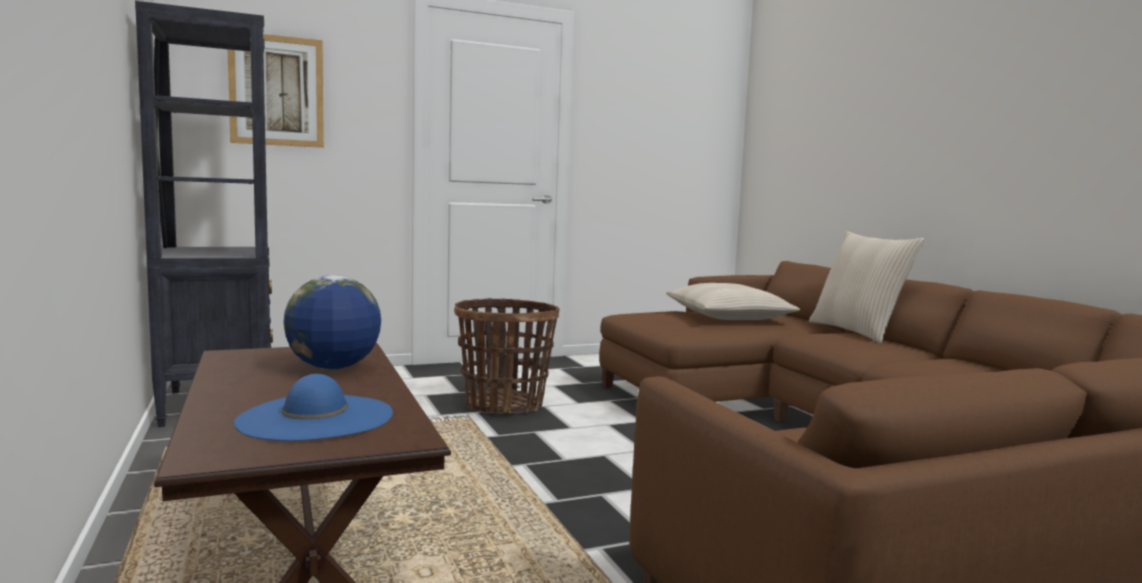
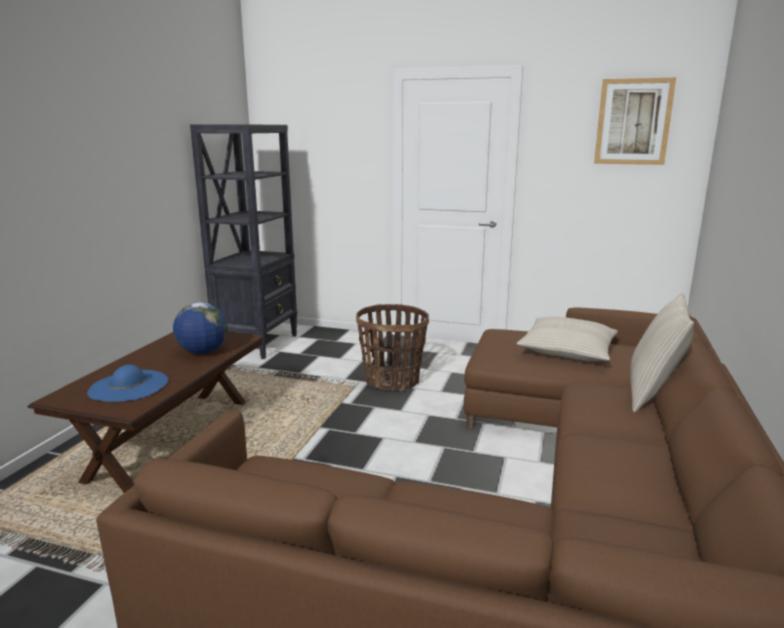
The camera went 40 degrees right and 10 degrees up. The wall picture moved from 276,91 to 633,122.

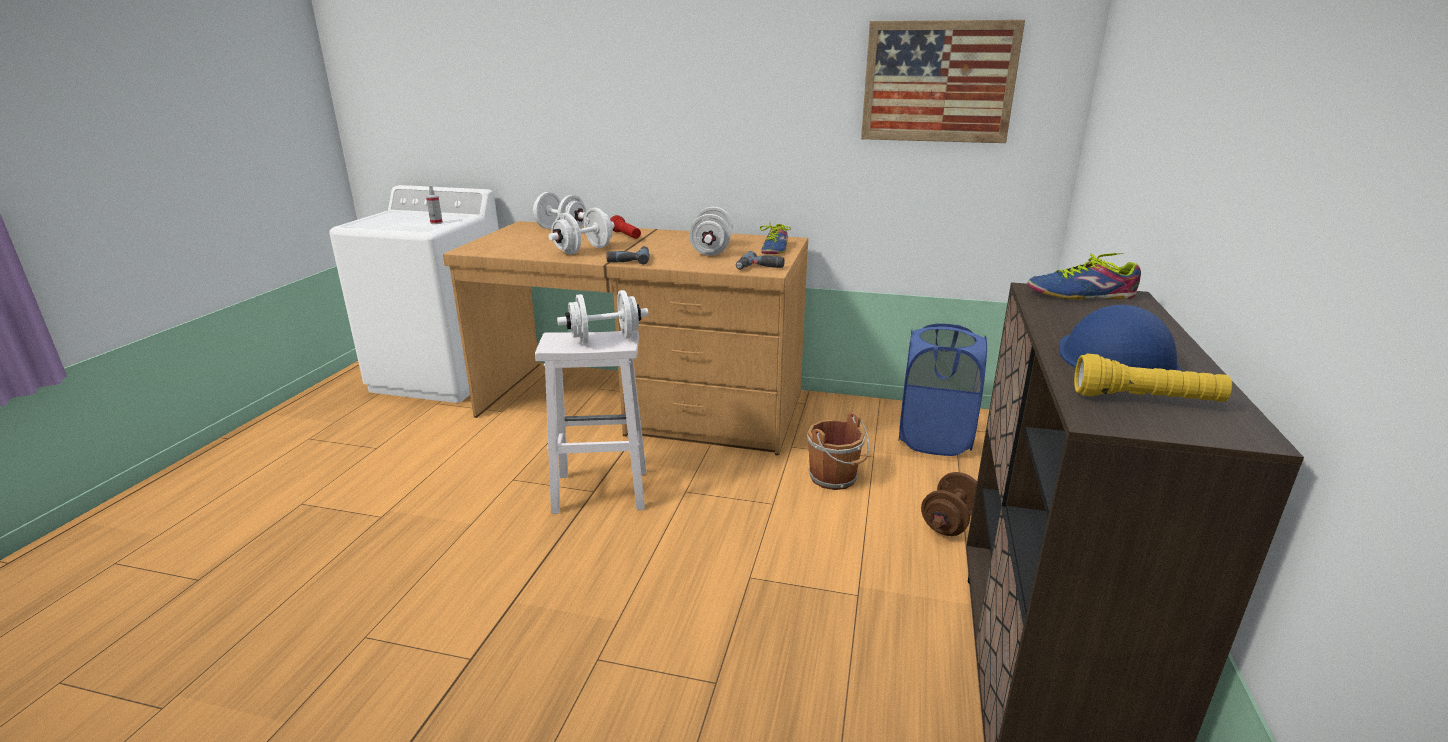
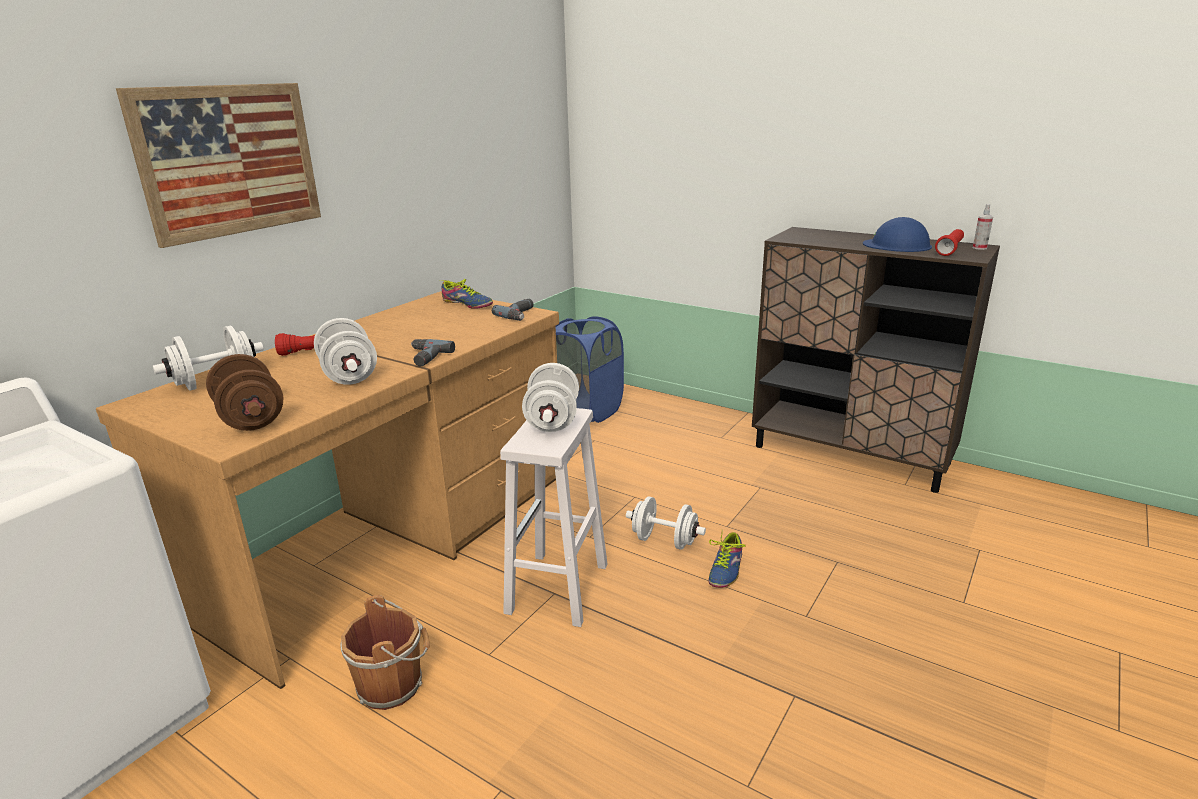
The camera went 70 degrees left and 0 degrees up. The sprayer moved from 436,222 to 979,248. The free weight in white-coloured moved from 711,250 to 664,541. The pail in brownish moved from 835,478 to 393,684. The wall picture moved from 938,82 to 229,160. The free weight in brownish moved from 949,523 to 251,419. The item of footwear moved from 1081,295 to 726,569. The hand torch in yellow-coloured at 1146,400 became the hand torch in red-coloured at 950,250.

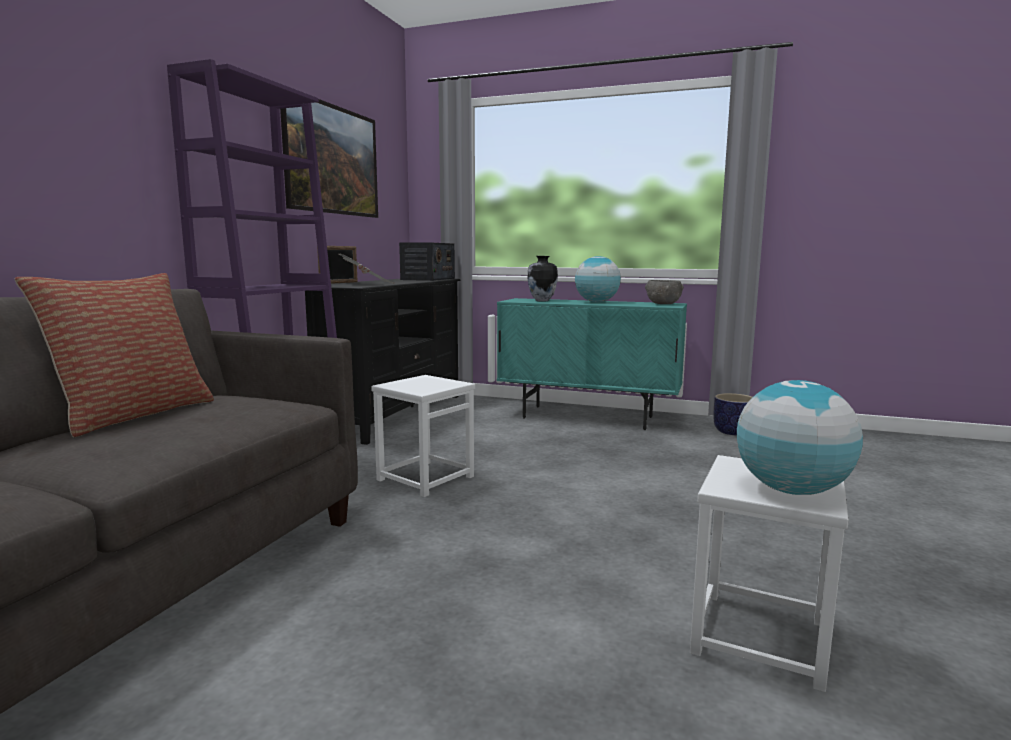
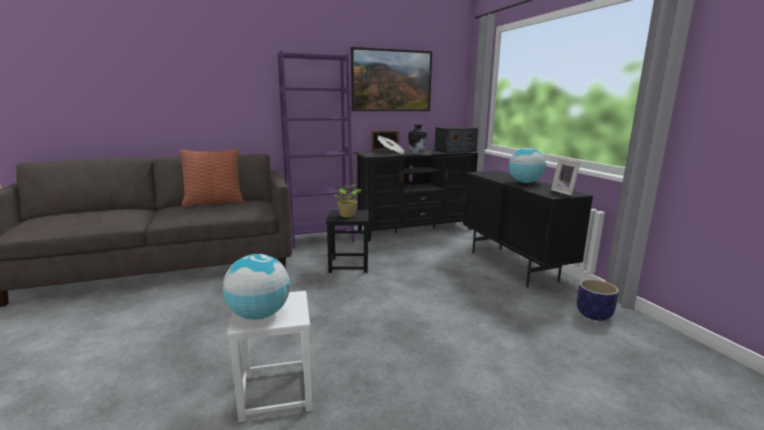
The camera went 50 degrees right and 5 degrees up. The sitting stool in white-coloured at 425,478 became the sitting stool in black at 349,265. The cupboard in blue-green at 588,417 became the cupboard in black at 512,266. The vase moved from 541,301 to 416,153. The bowl in grey at 663,303 was replaced by the standing frame at 565,192. The potted plant at 347,216 appeared.

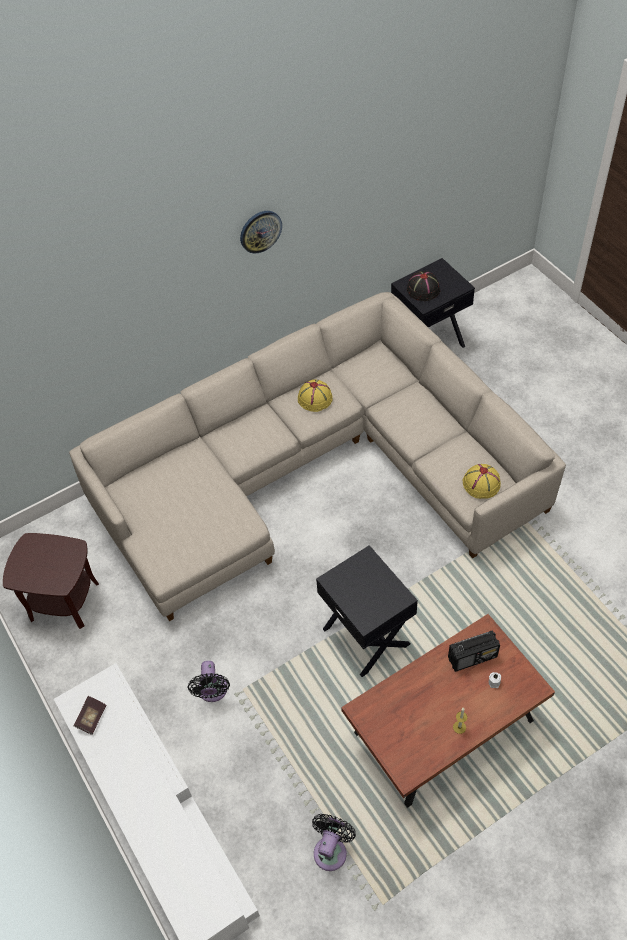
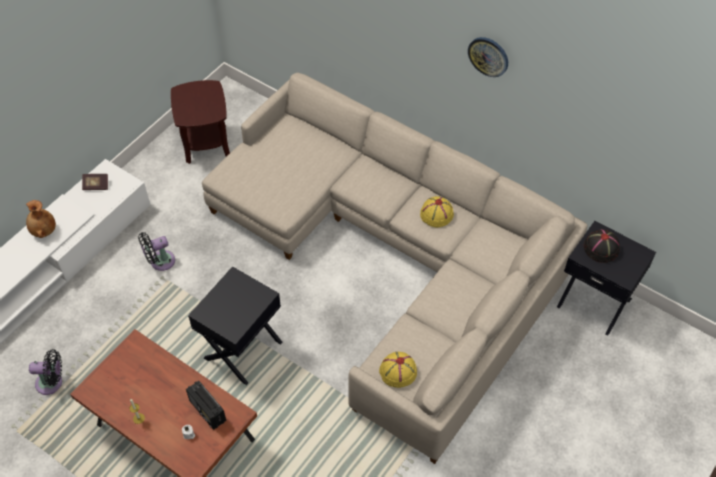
The camera went 65 degrees right and 0 degrees up. The vase in brownish at 43,231 appeared.

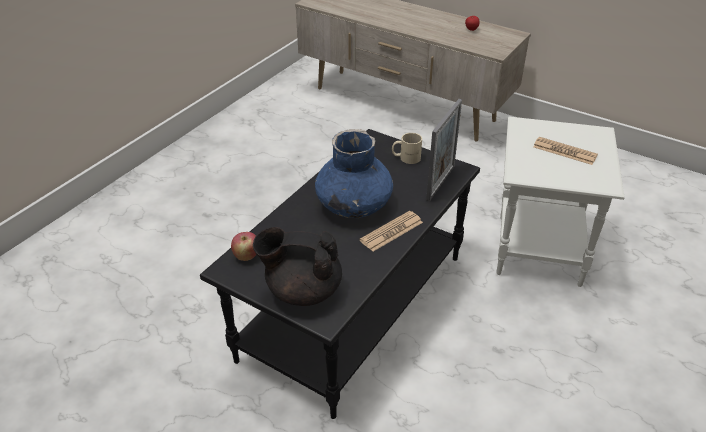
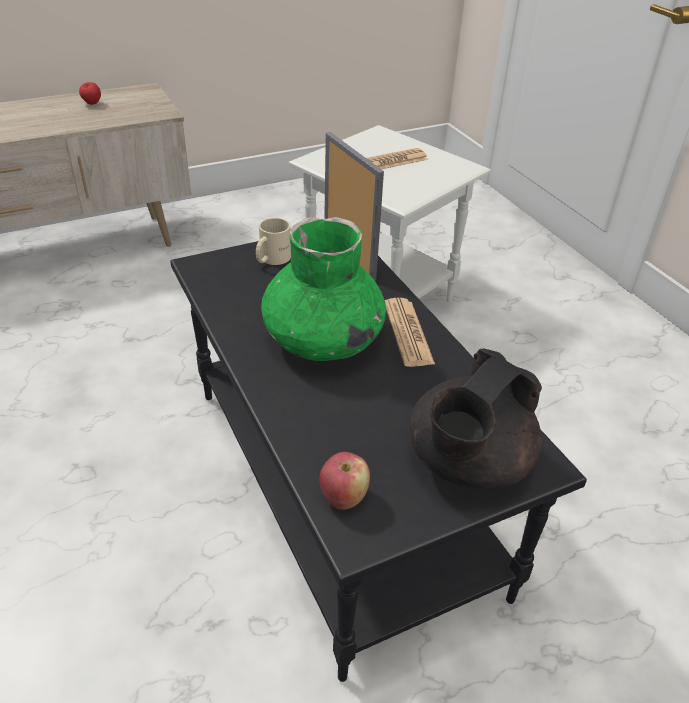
The camera went 60 degrees left and 0 degrees up. The vase in bluish at 353,204 became the vase in green-coloured at 322,340.

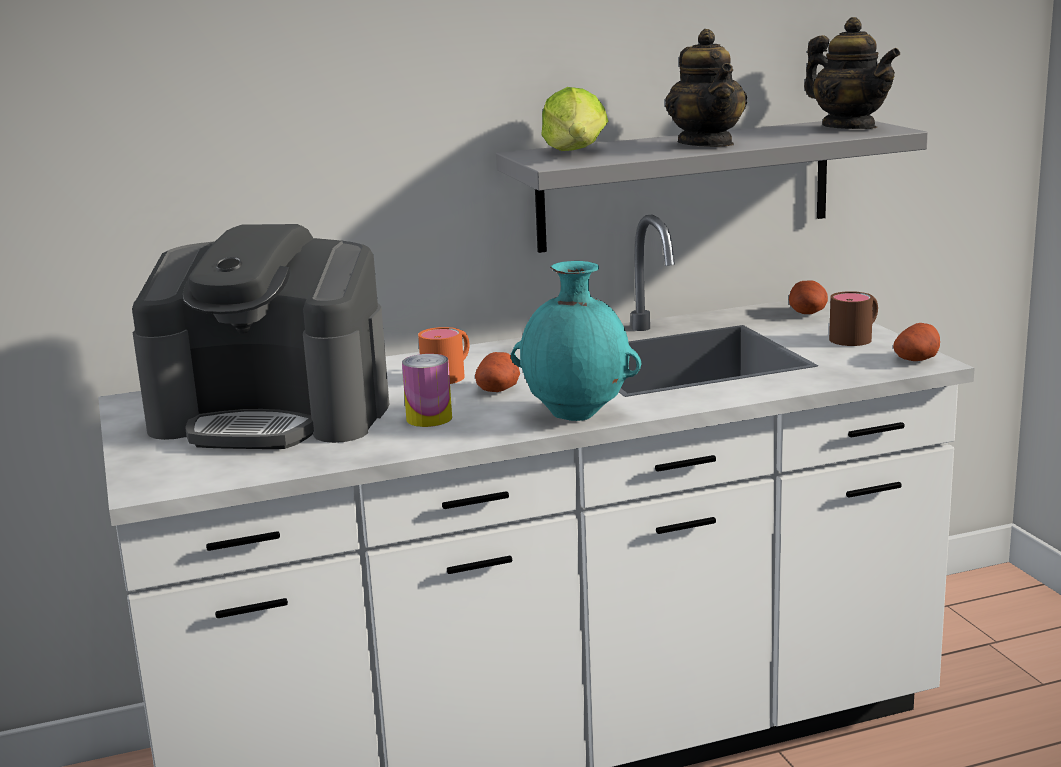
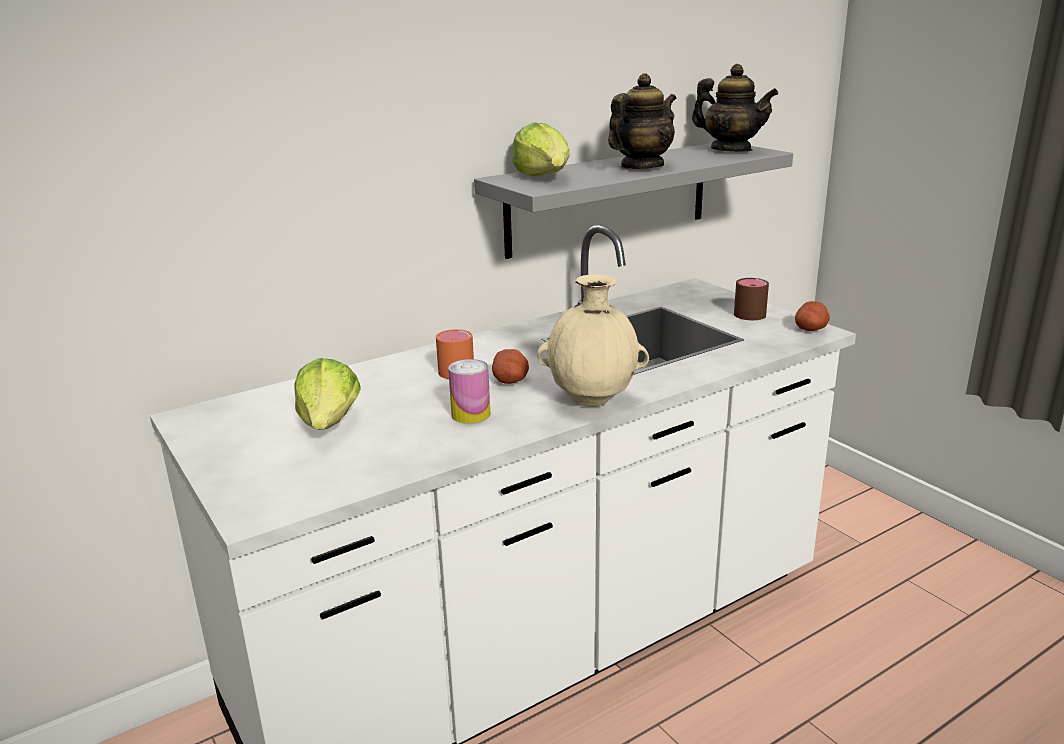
The camera went 15 degrees left and 5 degrees up. The coffee brewer at 273,416 was replaced by the lettuce head at 330,423. The vase in blue-green at 577,415 became the vase in sand-coloured at 593,401. The pot for tea at 706,144 turned 105 degrees counterclockwise. The potato at 807,313 disappeared.

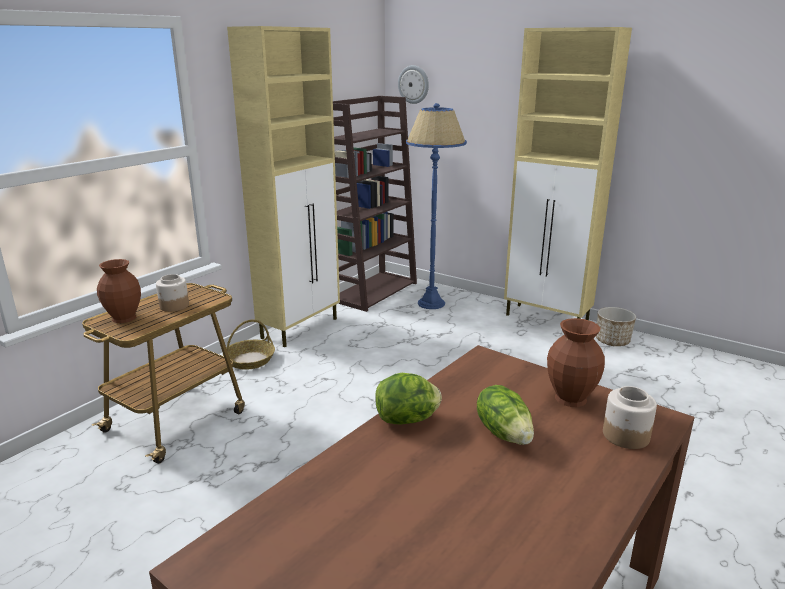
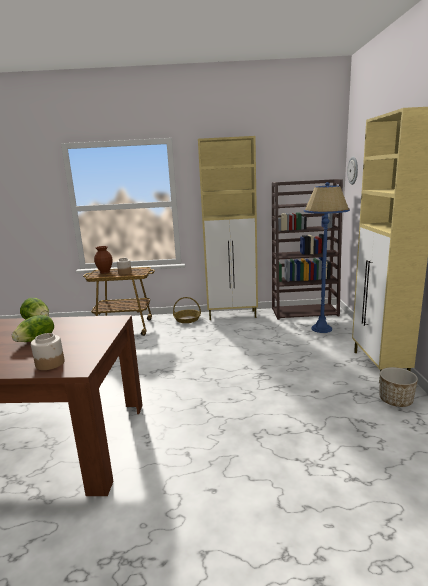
The camera went 55 degrees right and 5 degrees down. The vase in brownish at 569,398 disappeared.

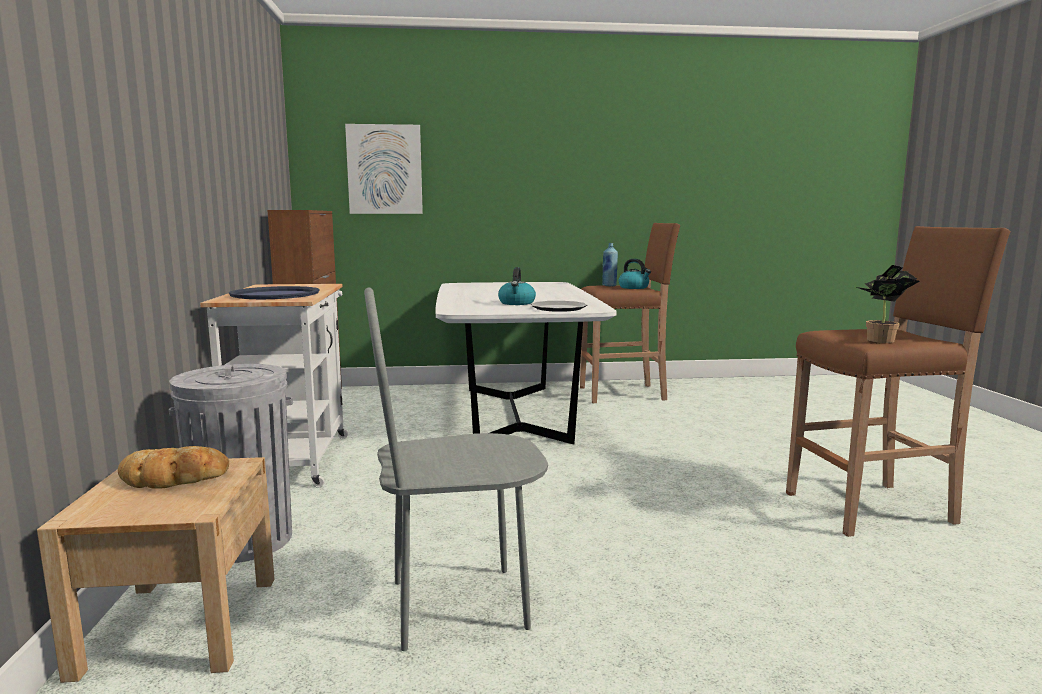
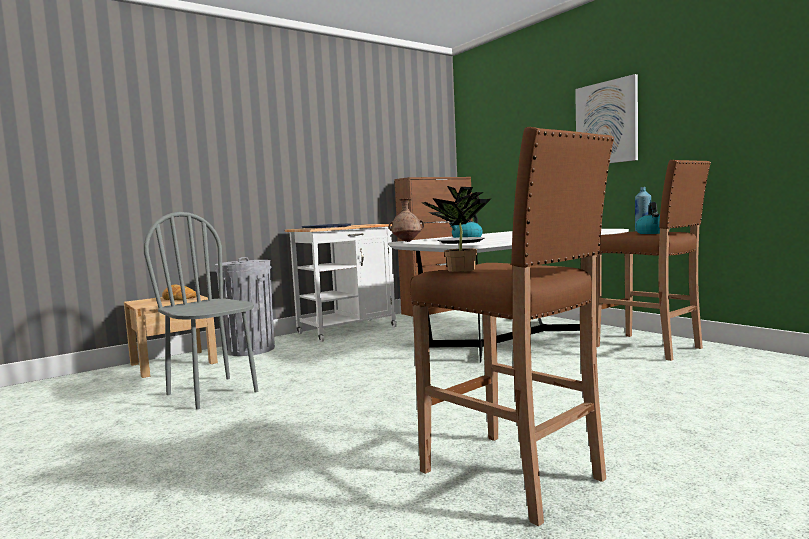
The camera went 60 degrees right and 5 degrees down. The wall picture moved from 385,169 to 606,123. The vase in brownish at 407,241 appeared.

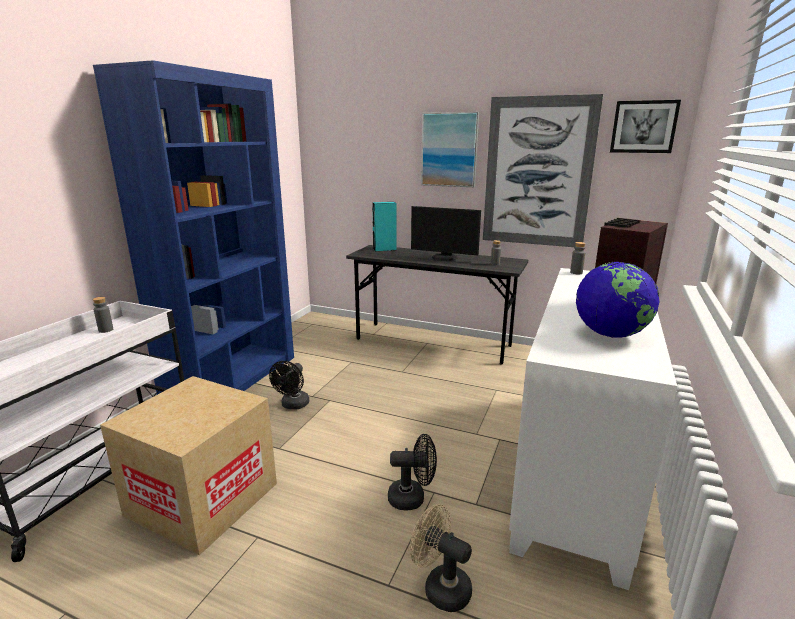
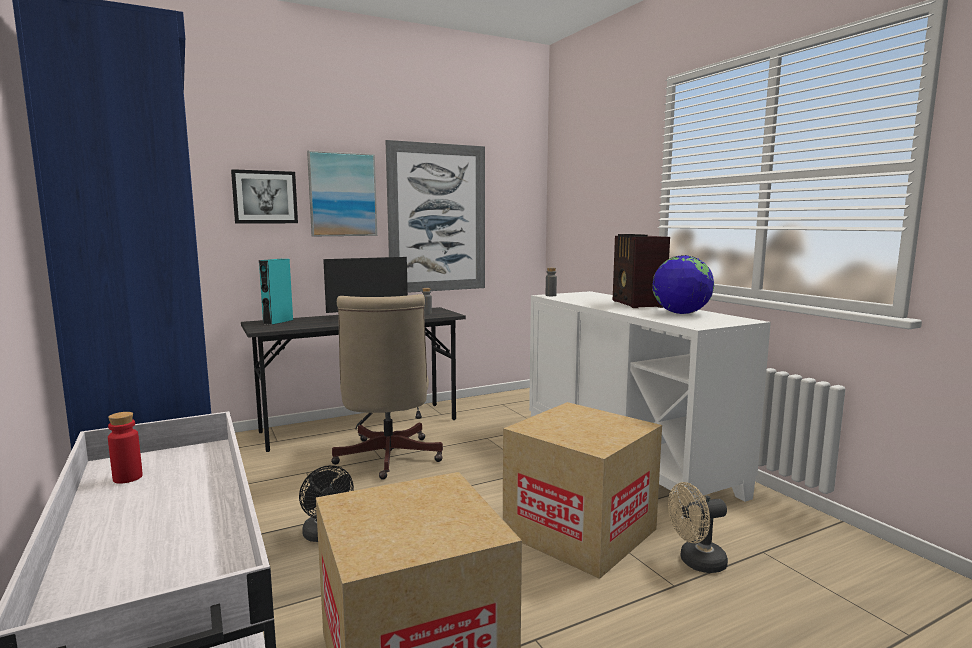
The camera went 50 degrees left and 10 degrees down. The drink bottle in grey at 106,330 became the drink bottle in red-coloured at 127,478. The fan in black at 412,498 was replaced by the carton at 580,531. The wall picture moved from 643,127 to 265,197. The computer chair in sand-coloured at 387,459 appeared.

